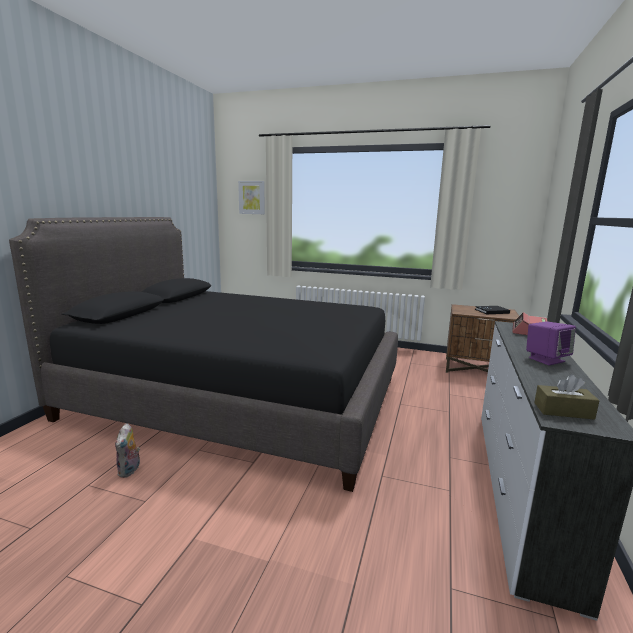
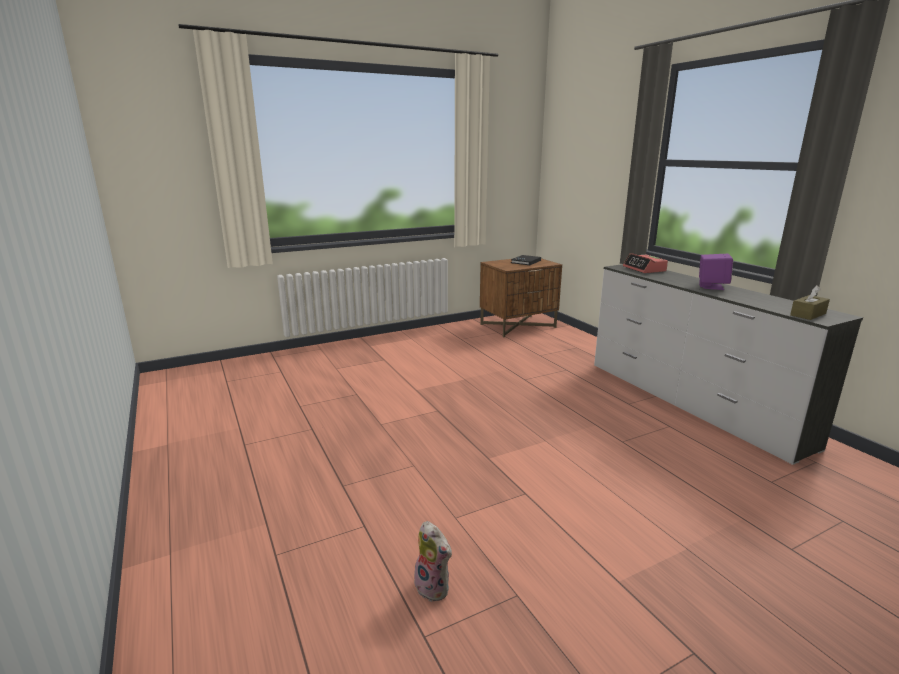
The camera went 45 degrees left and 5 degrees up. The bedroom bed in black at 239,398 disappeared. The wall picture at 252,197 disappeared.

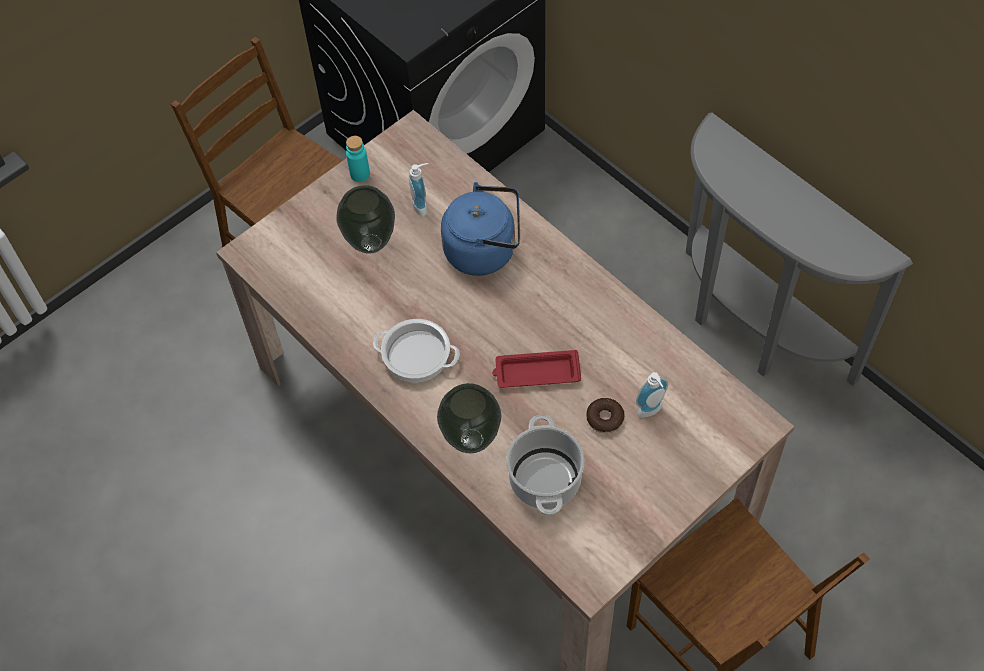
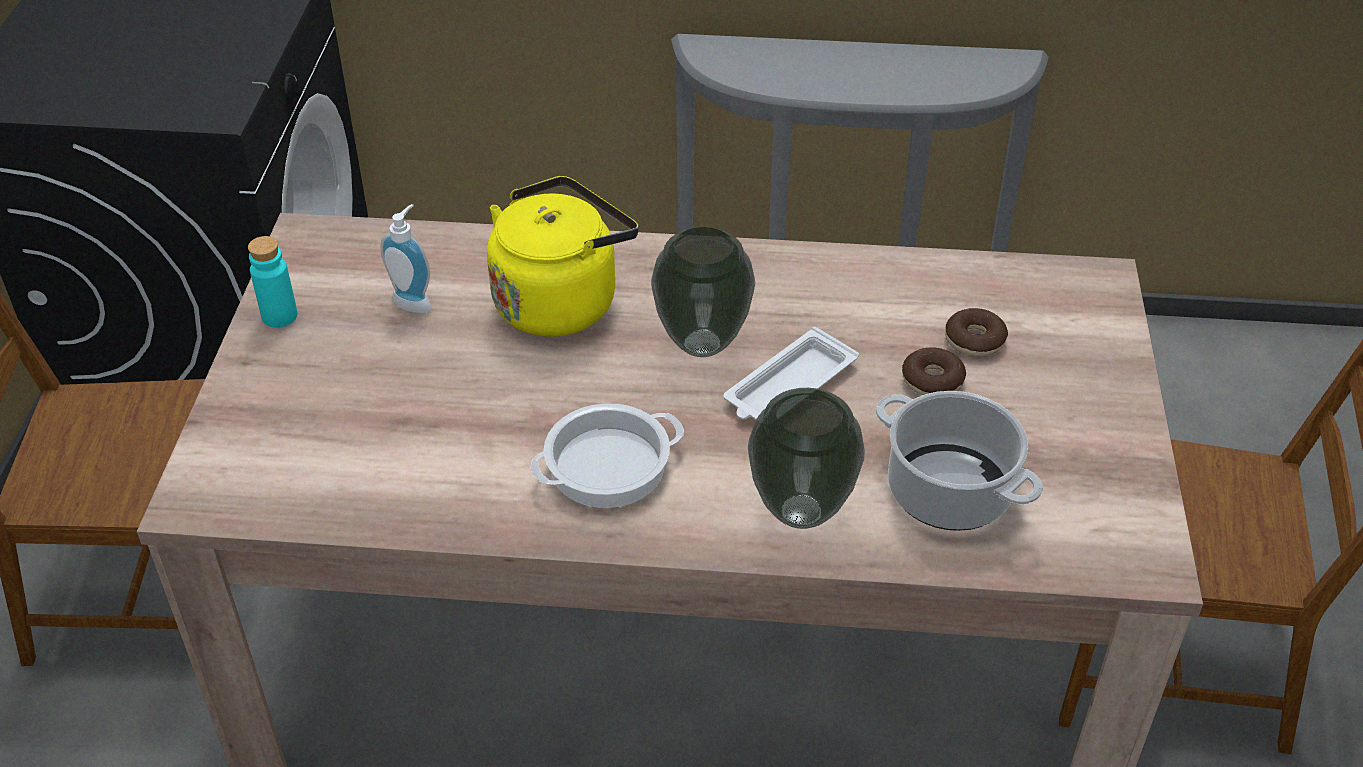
The camera went 45 degrees left and 15 degrees down. The vase moved from 371,244 to 704,343. The water kettle in bluish at 485,250 became the water kettle in yellow-coloured at 560,301. The carrying tray in red-coloured at 535,372 became the carrying tray in white-coloured at 788,387. The soap bottle at 651,412 was replaced by the donut at 974,340.

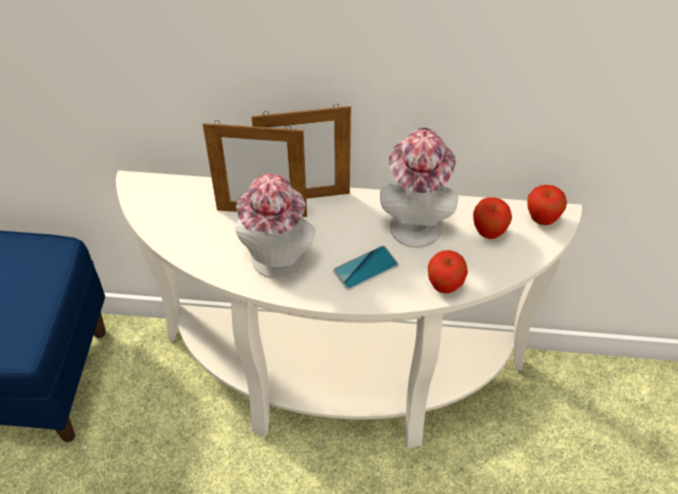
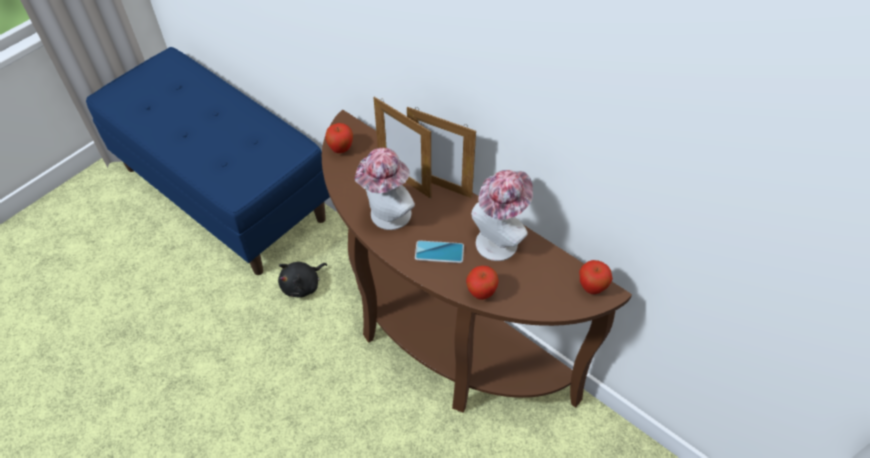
The camera went 35 degrees right and 0 degrees up. The hall table in white-coloured at 339,387 became the hall table in brownish at 439,341. The apple fruit moved from 489,232 to 341,149. The soft toy in black at 303,285 appeared.

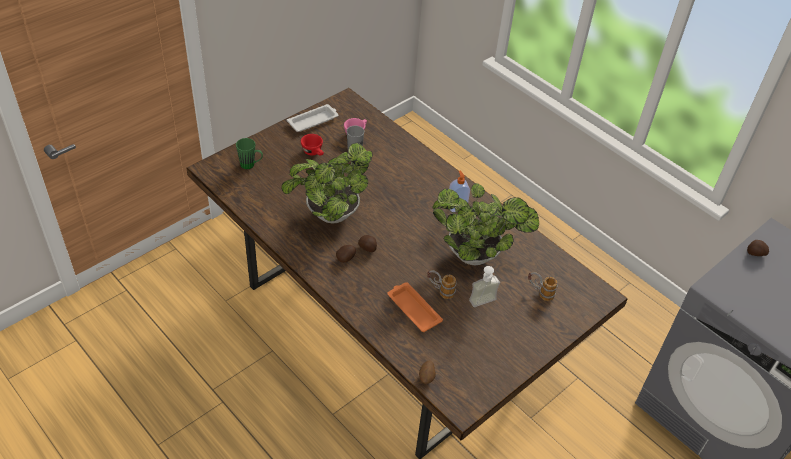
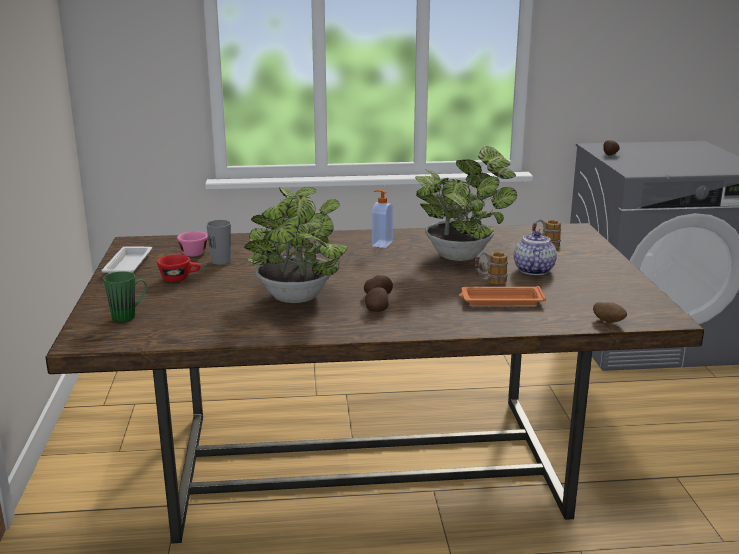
The camera went 50 degrees left and 25 degrees down. The soap bottle at 485,304 was replaced by the pot for tea at 533,270.

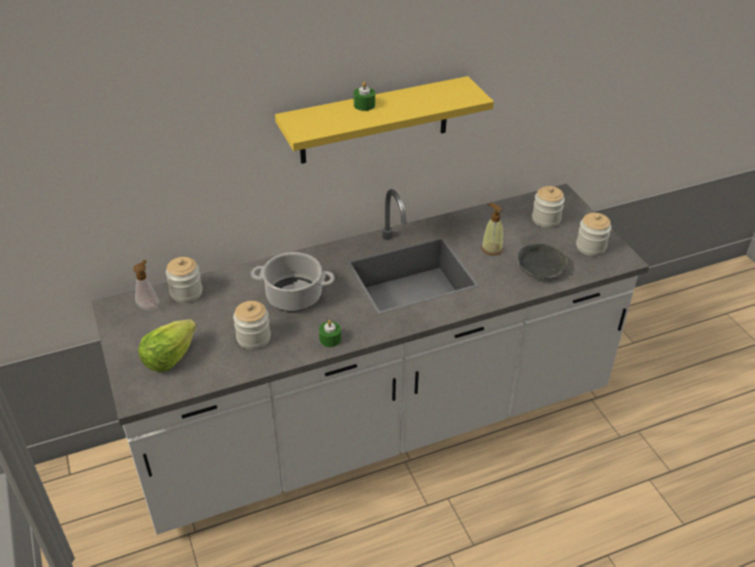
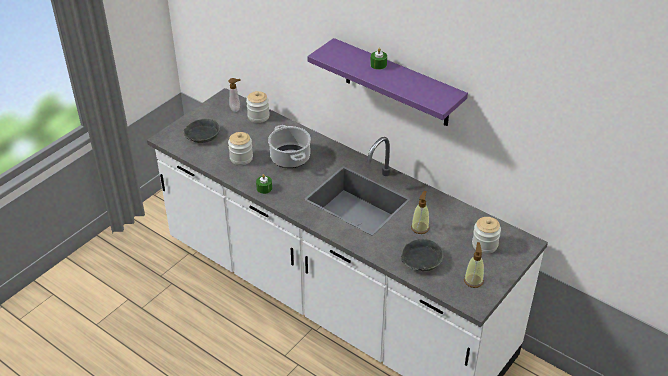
The camera went 60 degrees right and 0 degrees up. The lettuce head at 169,358 was replaced by the bowl in grey at 202,135. The shelf in yellow-coloured at 374,121 became the shelf in purple at 396,83. The storage jar at 590,247 was replaced by the soap bottle at 473,280.

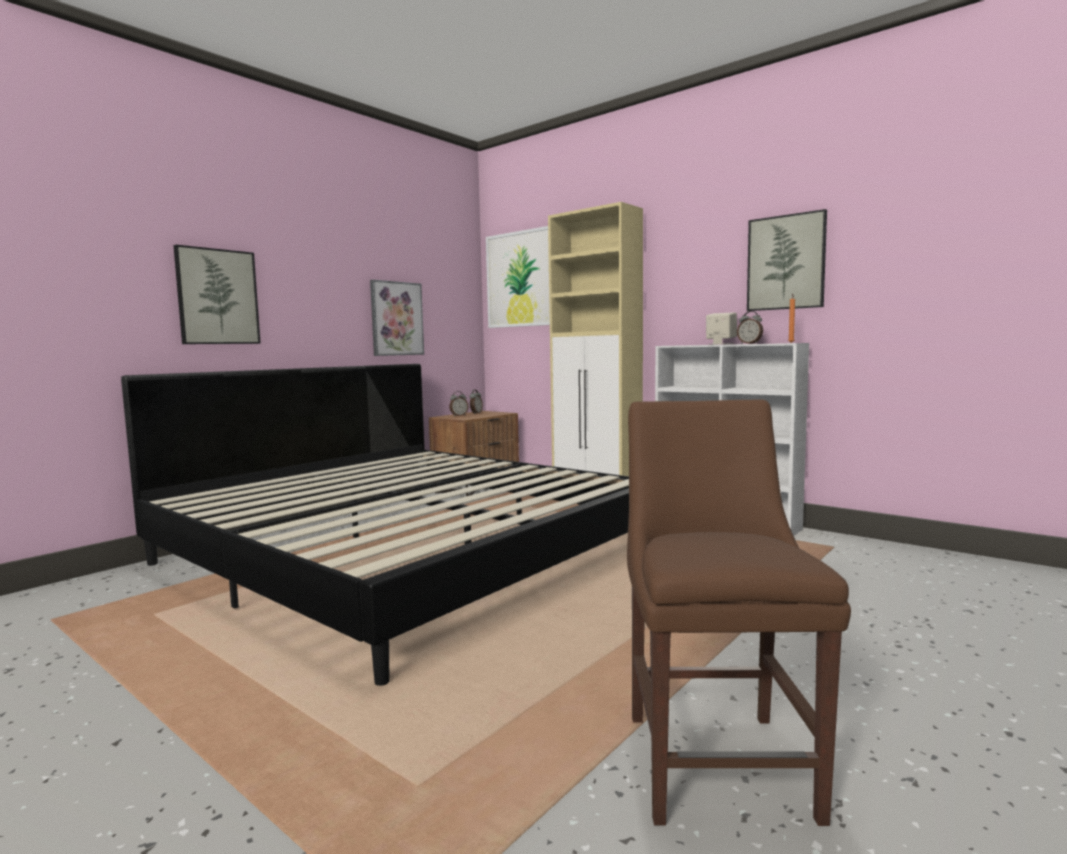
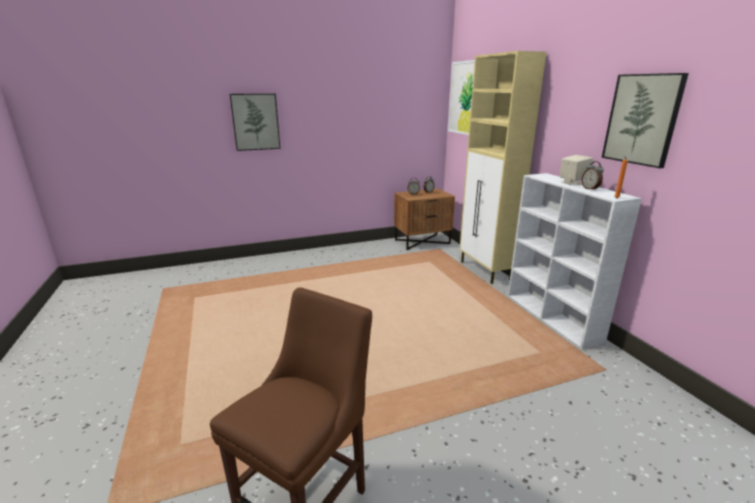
The camera went 30 degrees right and 15 degrees up. The bedroom bed at 407,554 disappeared. The wall picture at 396,318 disappeared.

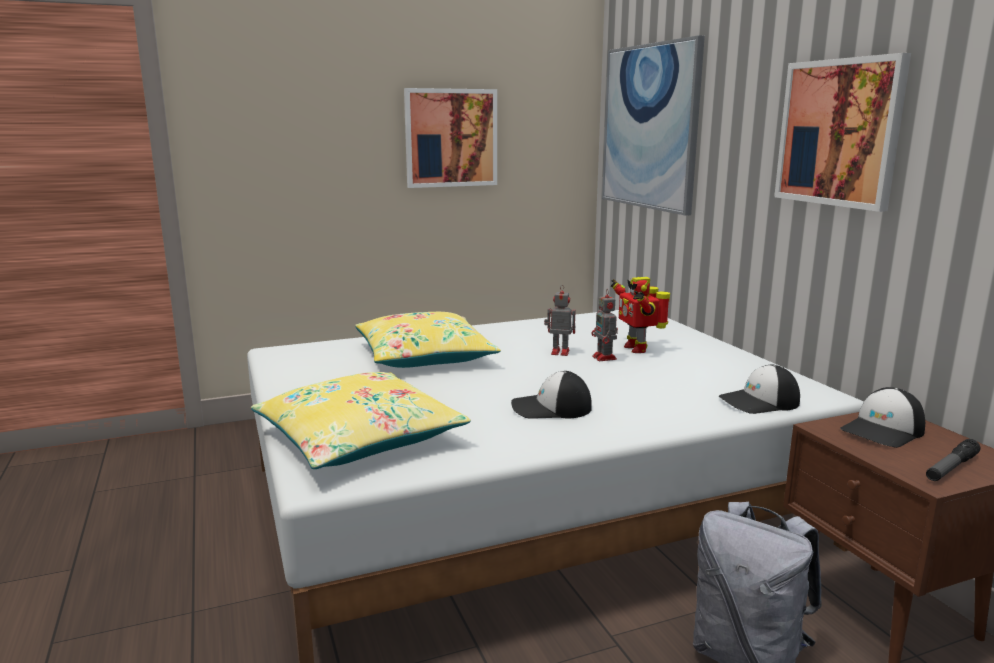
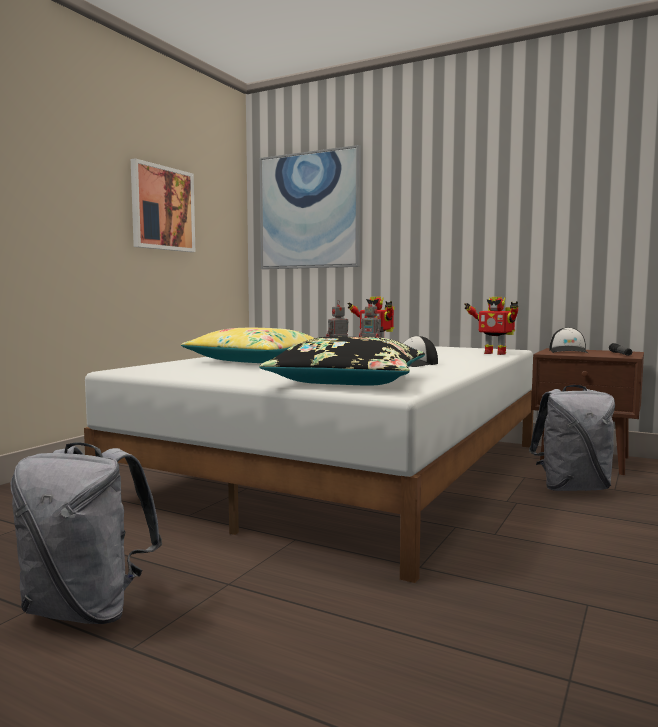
The camera went 40 degrees left and 10 degrees down. The throw pillow in yellow-coloured at 359,438 became the throw pillow in black at 348,381. The cap at 759,402 was replaced by the model robot at 494,353. The wall picture at 839,133 disappeared. The rucksack in grey at 87,610 appeared.

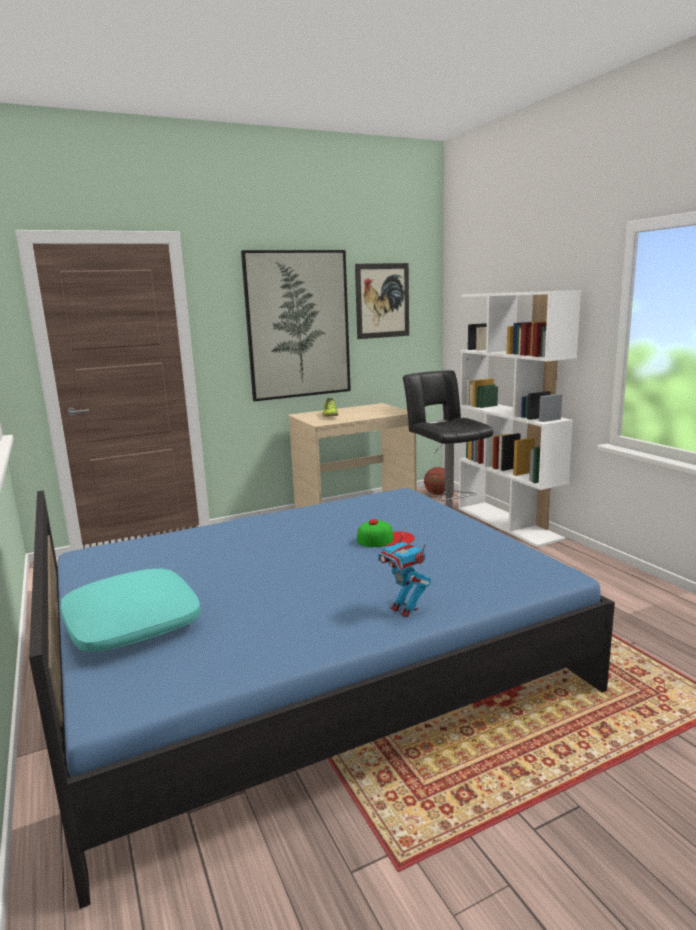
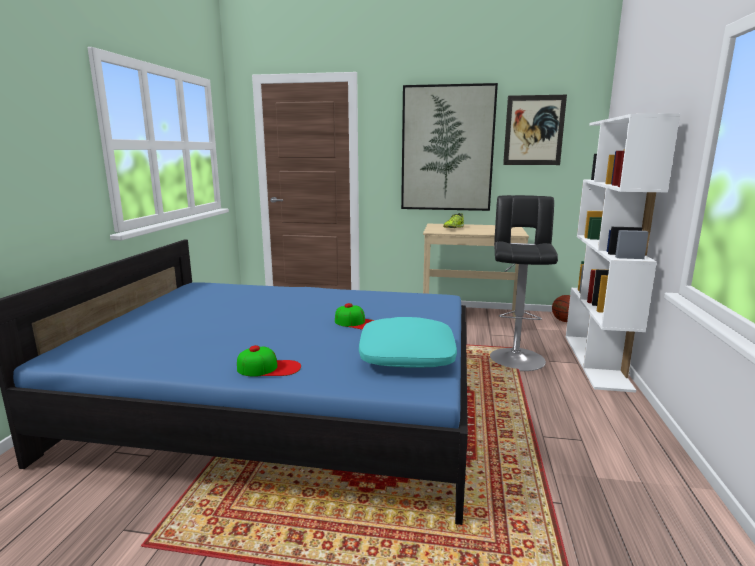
The camera went 35 degrees right and 0 degrees up. The throw pillow in blue-green moved from 131,623 to 406,355. The model robot at 404,609 was replaced by the cap at 269,368.

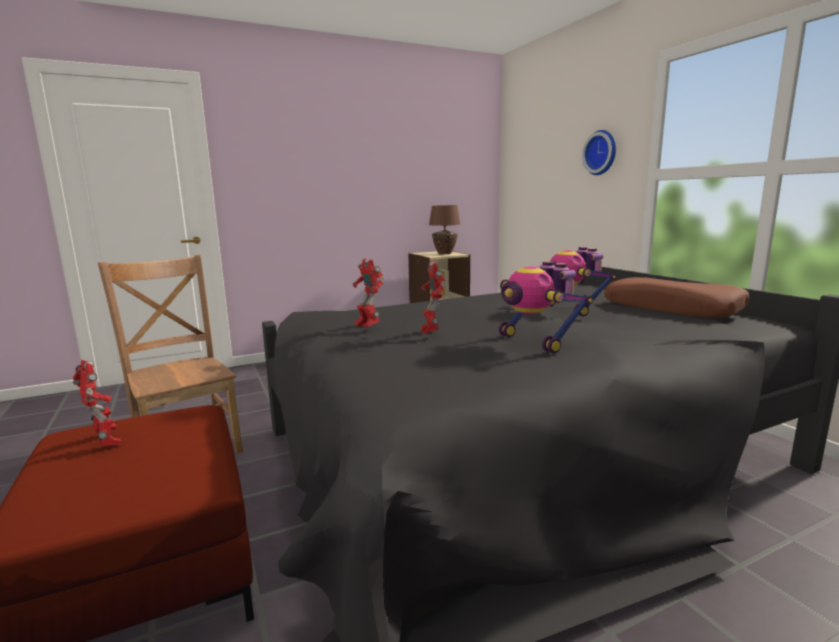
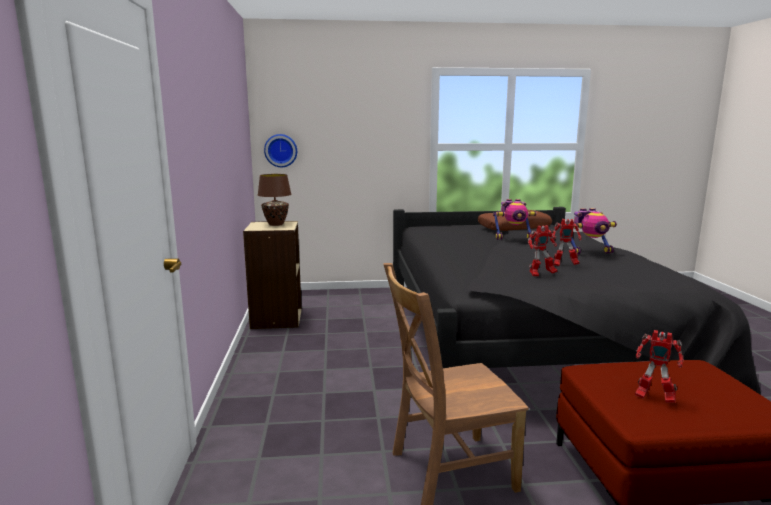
The camera went 70 degrees left and 0 degrees up. The model robot at 106,442 turned 120 degrees counterclockwise. The wall clock moved from 602,152 to 281,150.

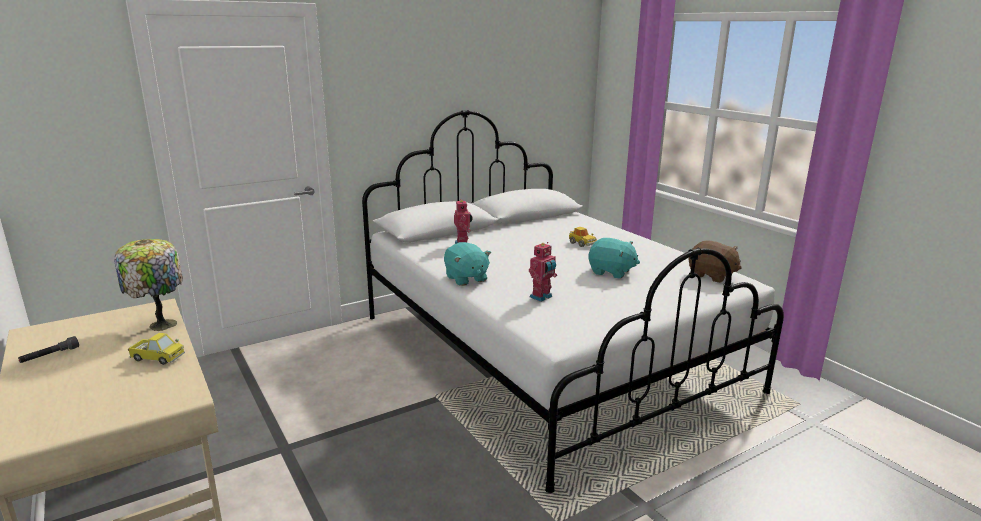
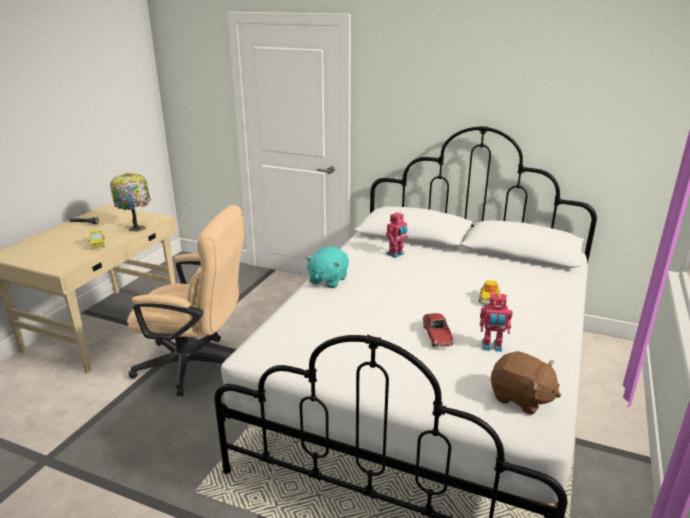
The camera went 55 degrees right and 5 degrees up. The model robot moved from 542,297 to 492,347. The soft toy in blue-green at 611,272 was replaced by the toy car at 437,336. The soft toy in brownish at 711,276 turned 60 degrees counterclockwise. The computer chair in sand-coloured at 196,366 appeared.

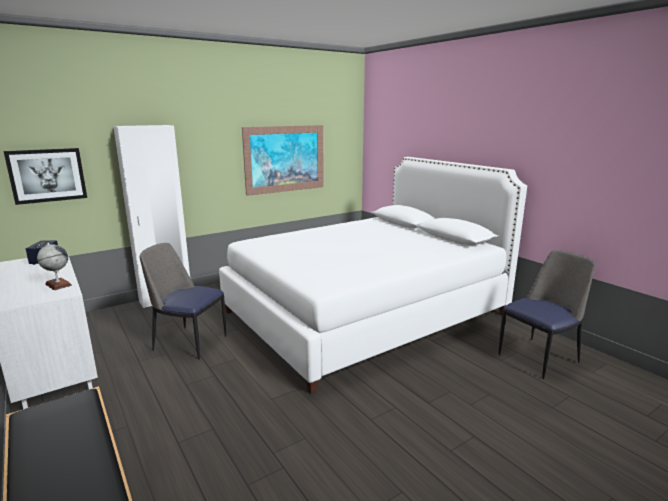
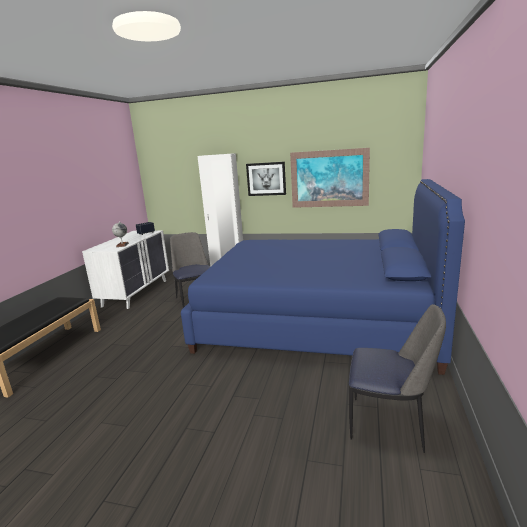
The camera went 50 degrees right and 0 degrees up. The wall picture moved from 47,175 to 266,179. The bedroom bed in white-coloured at 365,313 became the bedroom bed in bluish at 317,321.

